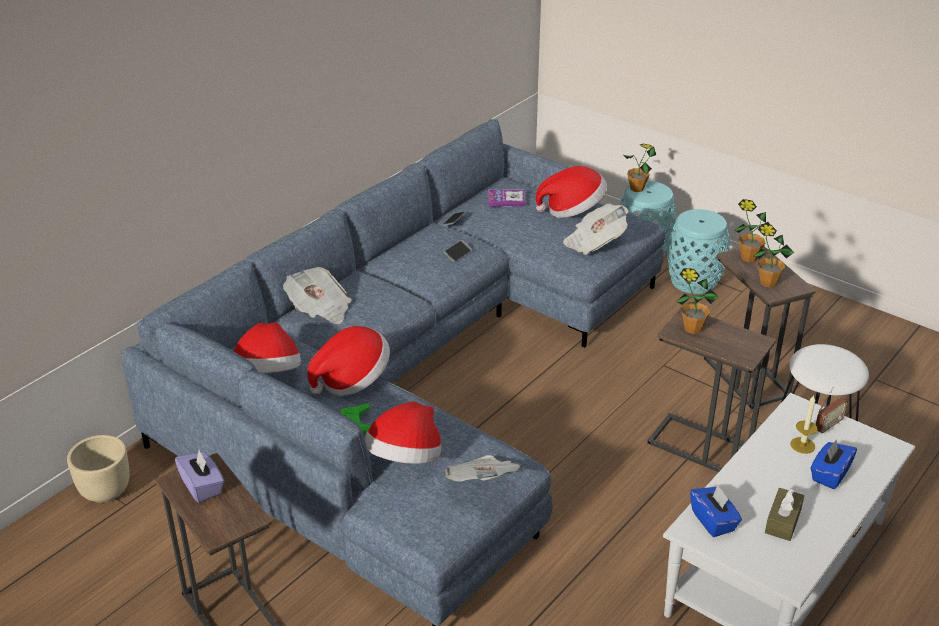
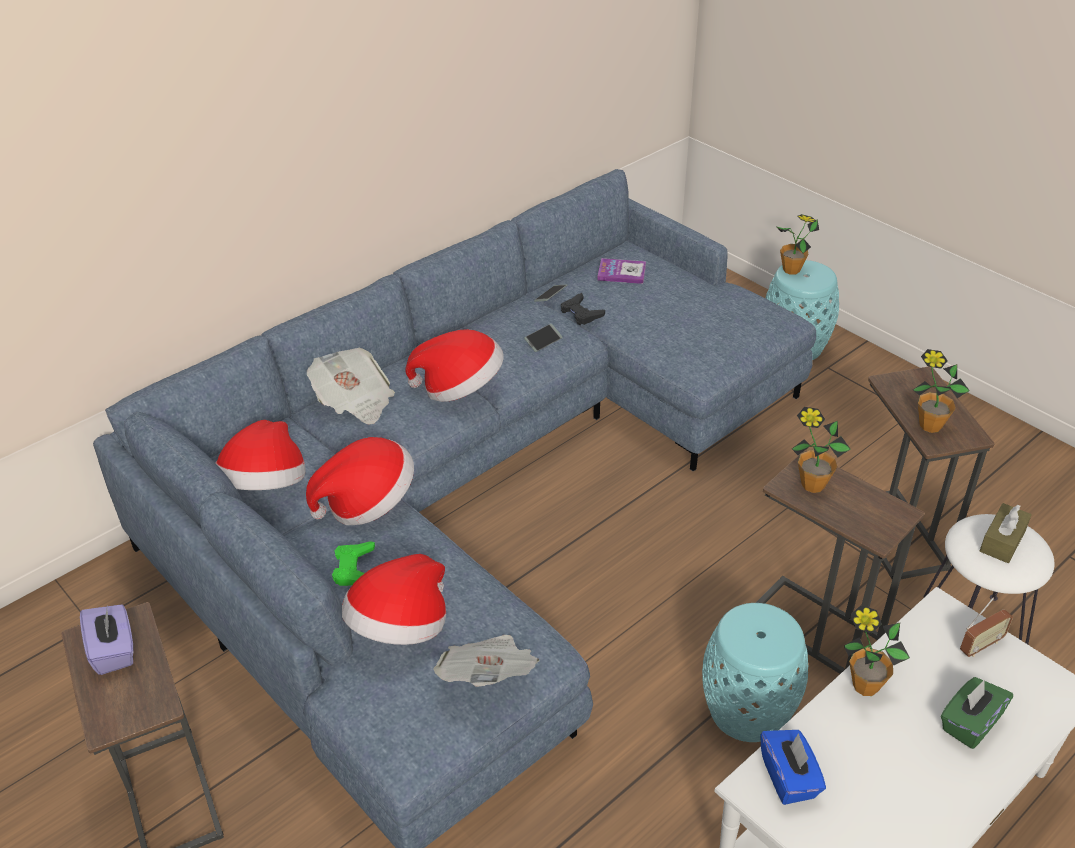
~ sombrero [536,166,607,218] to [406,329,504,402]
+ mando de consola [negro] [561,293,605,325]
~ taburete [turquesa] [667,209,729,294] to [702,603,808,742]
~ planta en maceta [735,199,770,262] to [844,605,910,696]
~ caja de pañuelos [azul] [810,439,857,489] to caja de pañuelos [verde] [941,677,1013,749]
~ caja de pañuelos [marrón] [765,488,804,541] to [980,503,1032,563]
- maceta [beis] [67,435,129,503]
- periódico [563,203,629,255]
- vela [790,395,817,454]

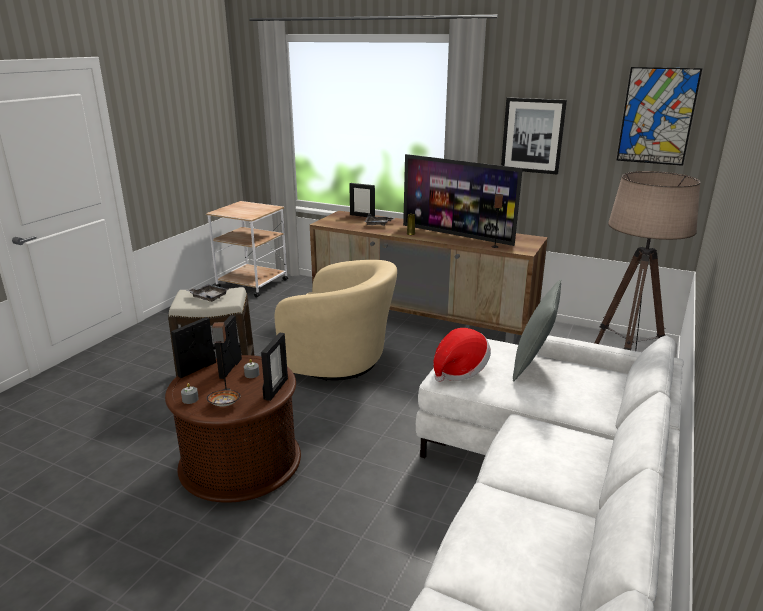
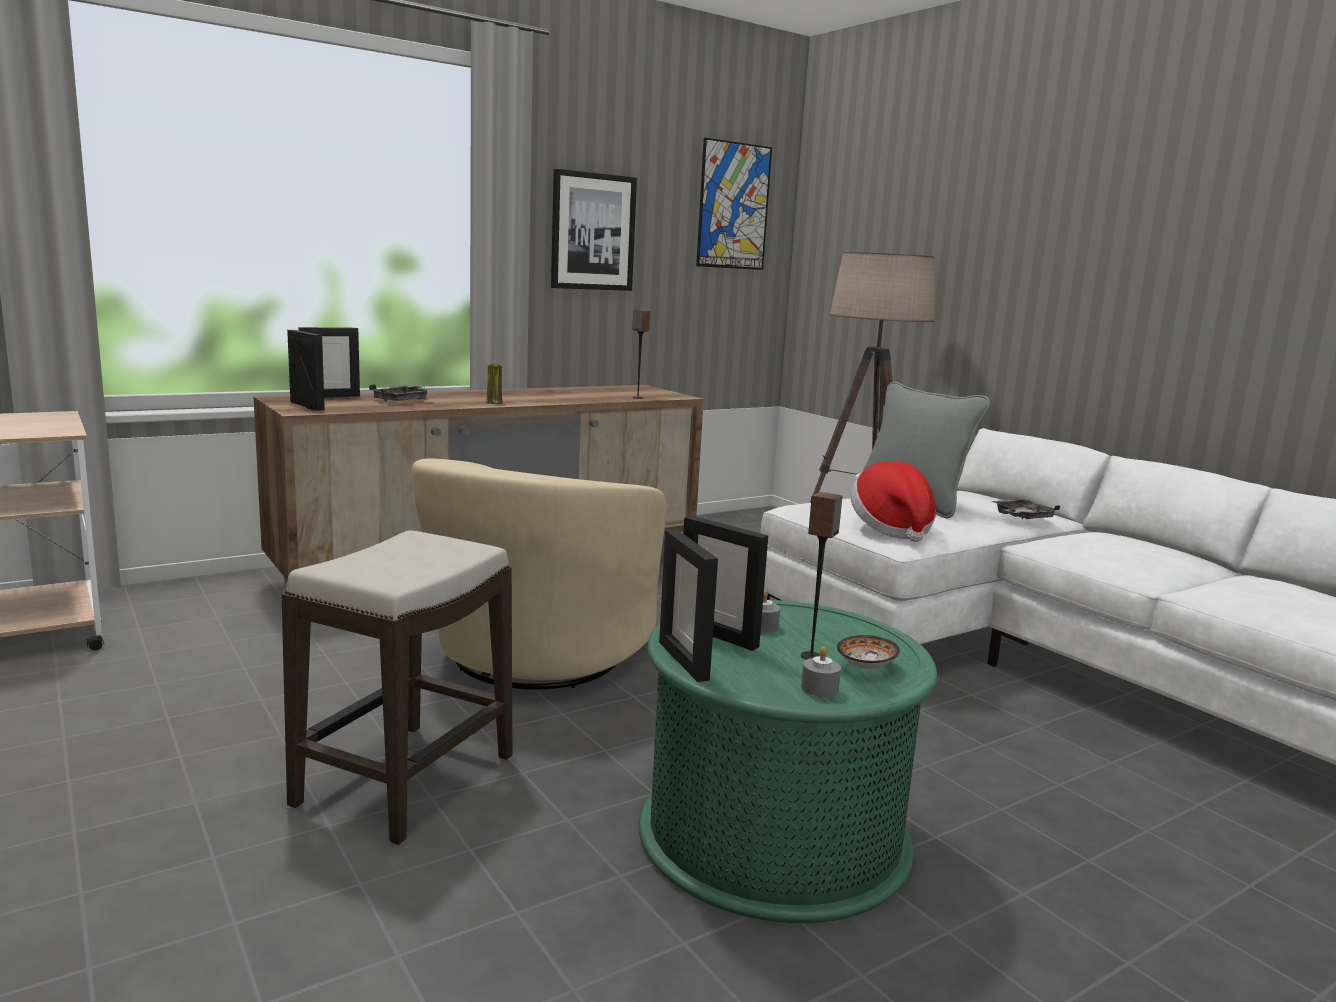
~ portarretratos [261,332,288,401] to [287,330,325,411]
~ sillón [beis] [275,260,397,381] = [412,458,666,689] 150 degrees clockwise
~ mesa de centro [marrón] [165,355,301,503] to mesa de centro [verde] [639,600,937,923]
~ bandeja [gris] [186,284,229,302] to [991,499,1060,519]
- televisor [403,154,523,246]

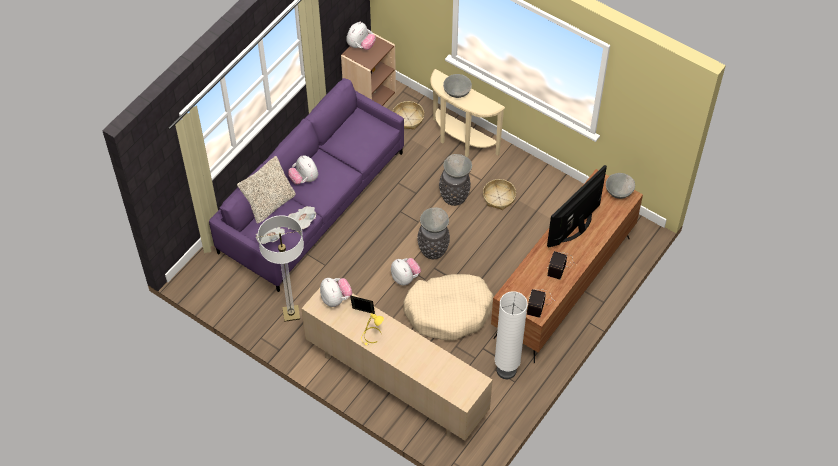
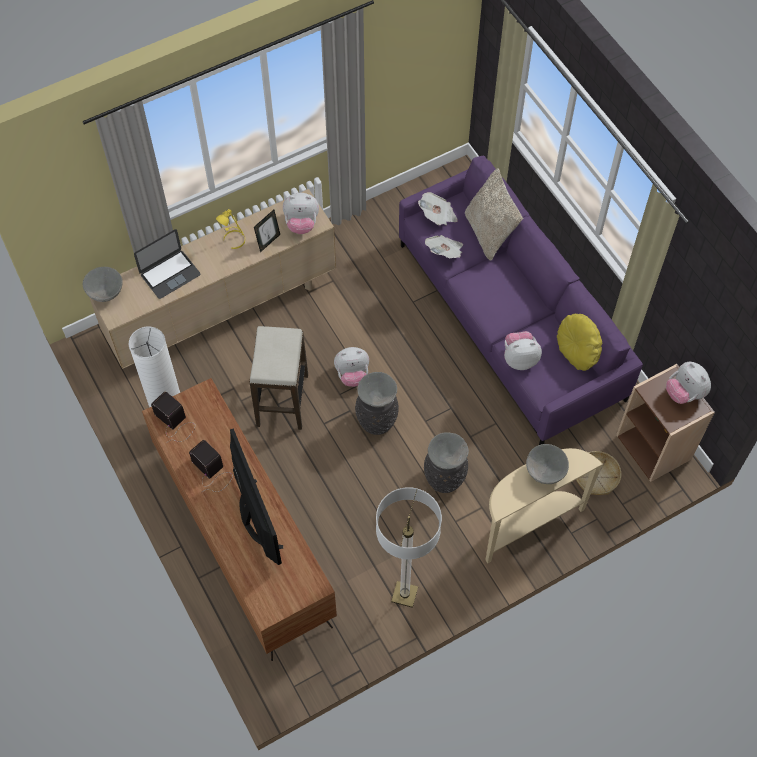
~ cuenco [gris] [606,173,635,199] to [83,267,123,302]
+ portátil [134,229,201,299]
~ cama para perro [beis] [403,274,494,340] to taburete [250,326,308,430]
~ lámpara de pie [258,215,304,322] to [376,487,442,608]
~ peluche [288,155,318,185] to [504,331,542,370]
+ cojín [amarillo] [557,314,602,371]
- cesta [483,179,516,210]

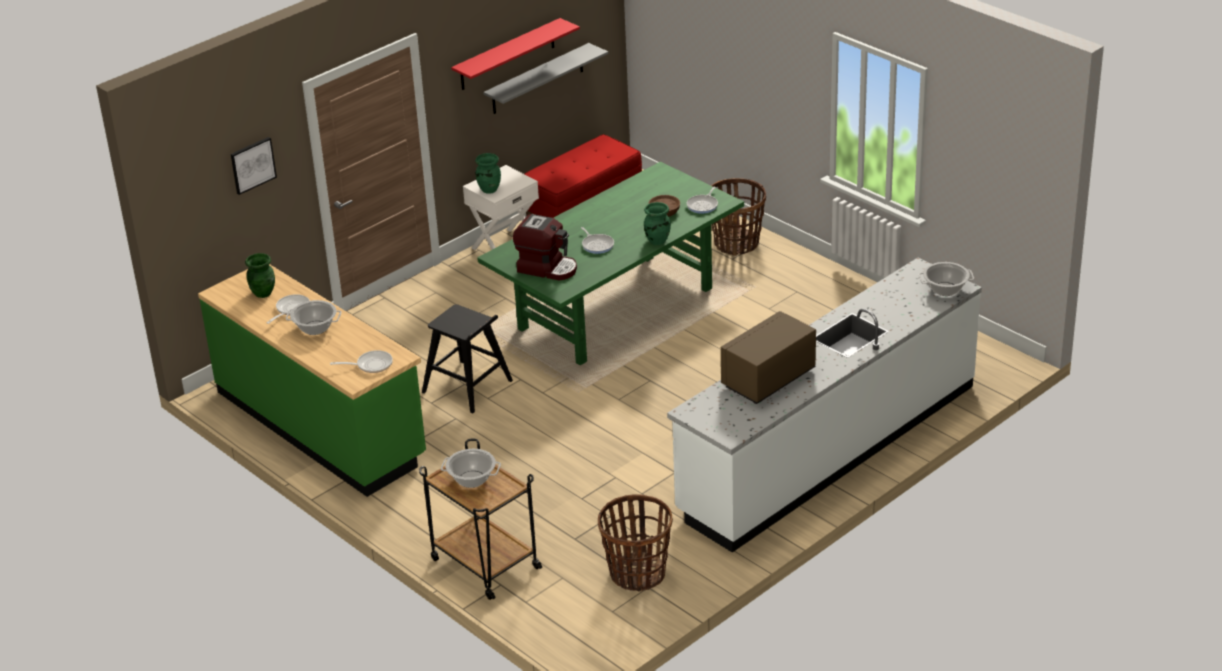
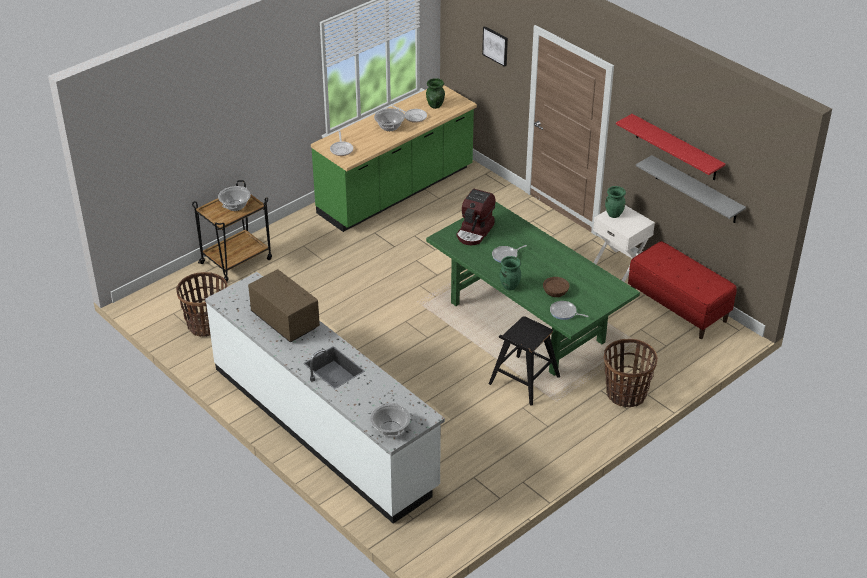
~ taburete [negro] [422,304,513,414] to [489,316,560,406]

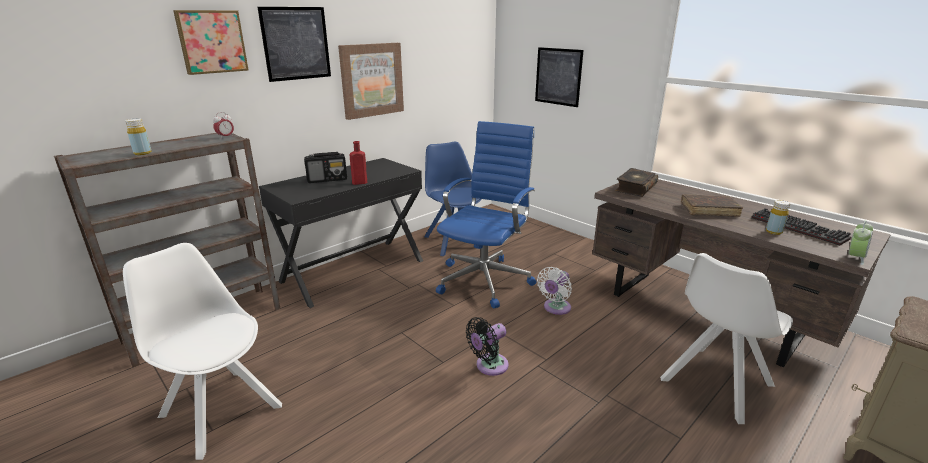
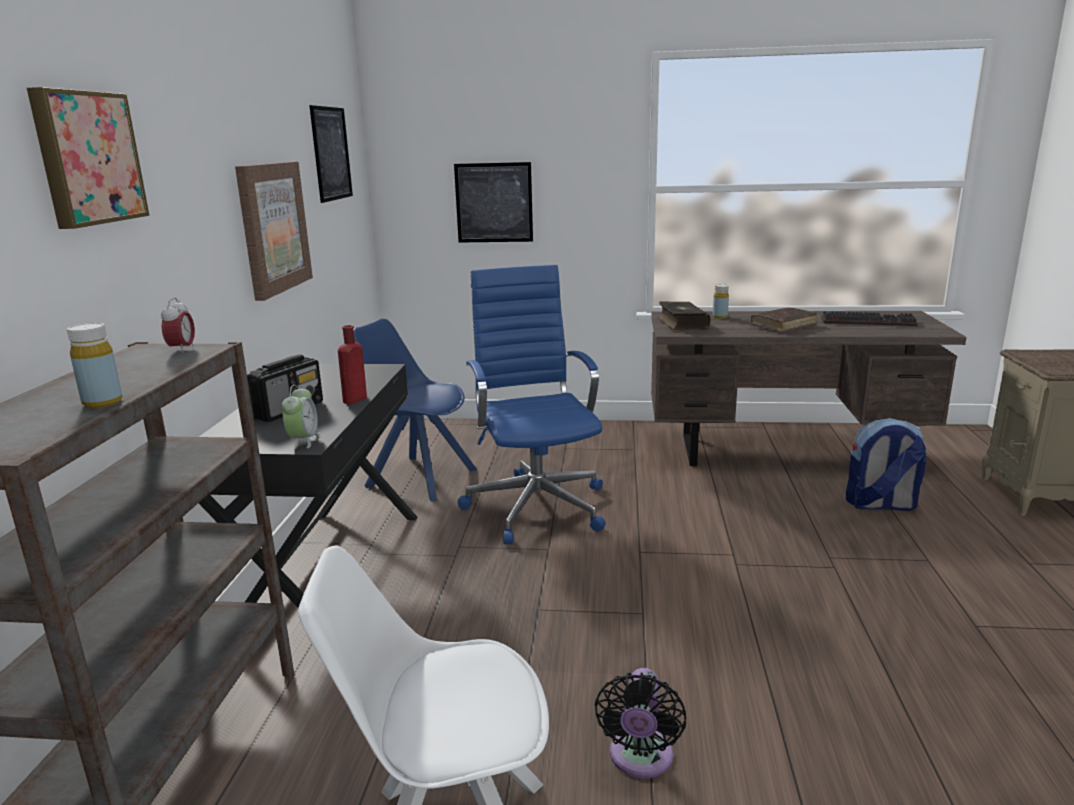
~ despertador [849,220,873,265] to [282,385,321,448]
~ cuadro [257,7,331,82] to [309,105,353,203]
~ ventilador [negro] [466,317,508,376] to [595,668,686,778]
~ botella [amarillo] [766,200,790,235] to [713,284,729,318]
~ silla [blanco] [660,253,793,424] to mochila [846,418,926,511]
- ventilador [blanco] [537,267,572,315]

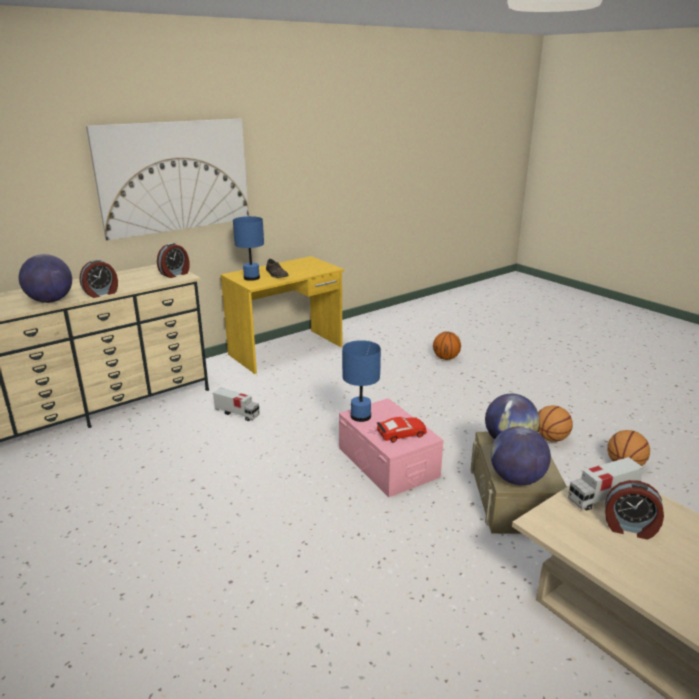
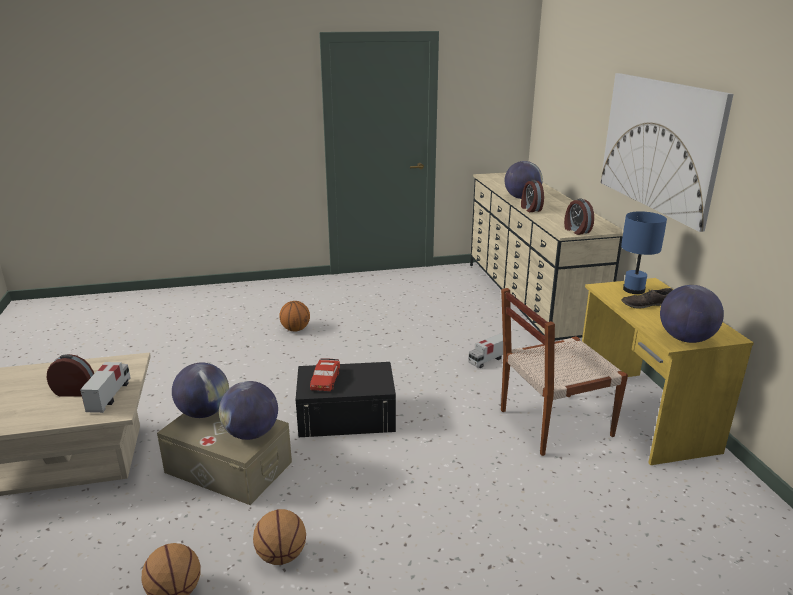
~ despertador [605,480,664,540] = [47,354,94,397] 45 degrees clockwise
~ balón de baloncesto [433,332,461,360] to [279,301,310,332]
~ caja de almacenaje [rosa] [339,398,444,497] to caja de almacenaje [negro] [296,362,396,437]
+ silla [501,288,628,456]
+ globo terráqueo [660,285,724,343]
- lámpara de mesa [azul] [342,340,381,422]

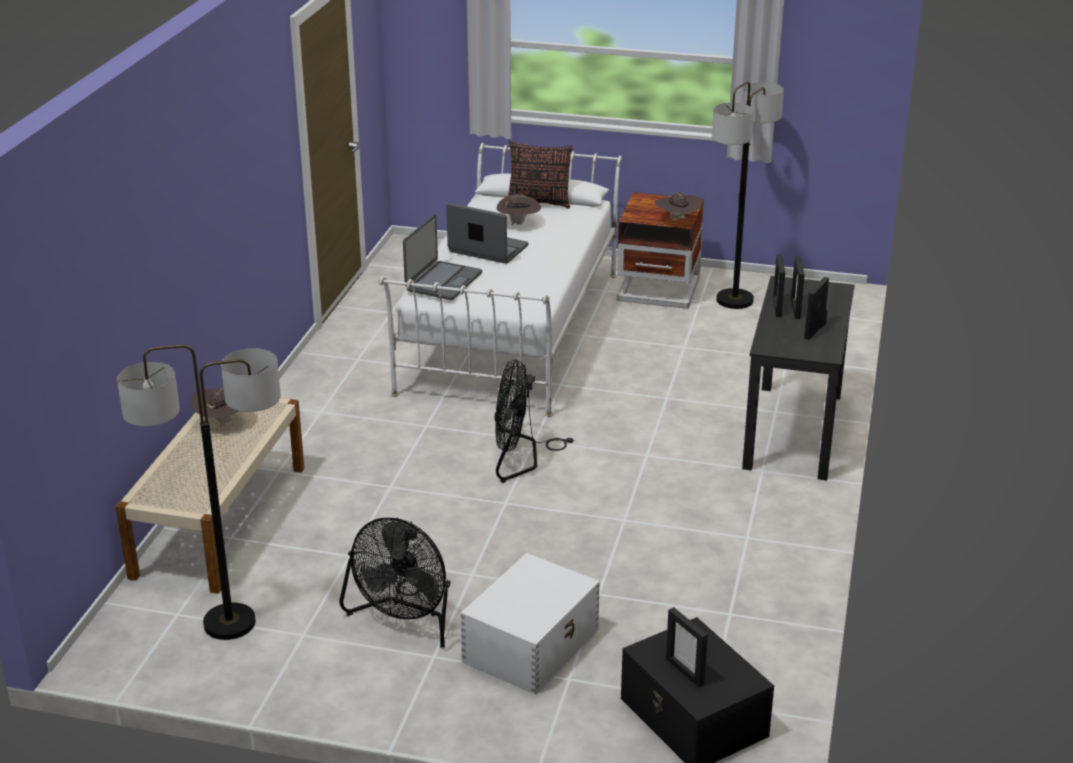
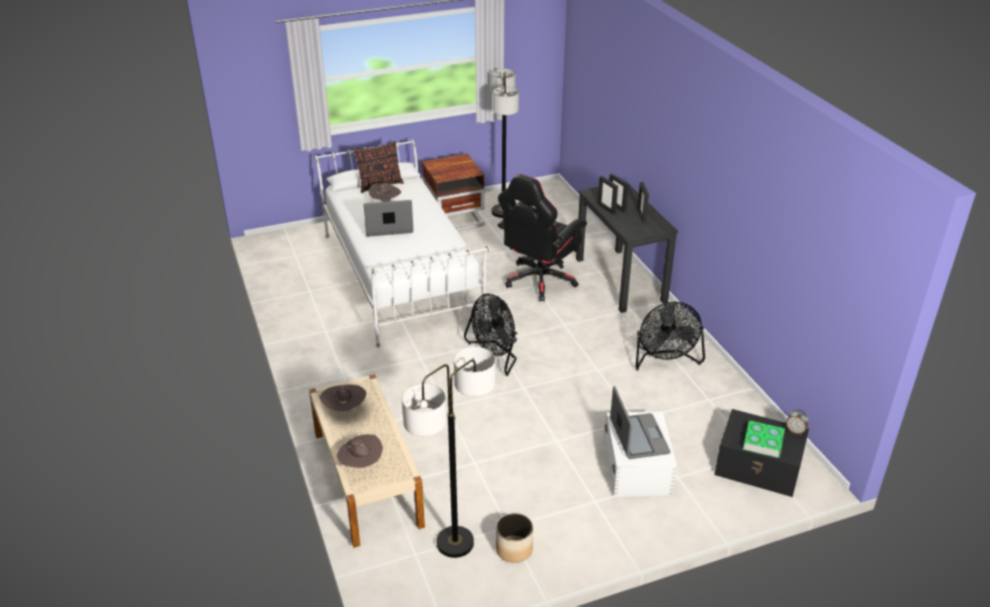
~ sombrero [marrón] [655,192,702,221] to [336,434,383,468]
+ maceta [496,513,533,563]
+ silla de oficina [negro] [498,174,587,301]
~ portátil [403,214,482,300] to [610,386,670,459]
~ ventilador [negro] [339,517,451,648] to [636,301,705,371]
~ portarretratos [666,607,708,687] to libro [743,420,785,458]
+ despertador [786,409,808,435]

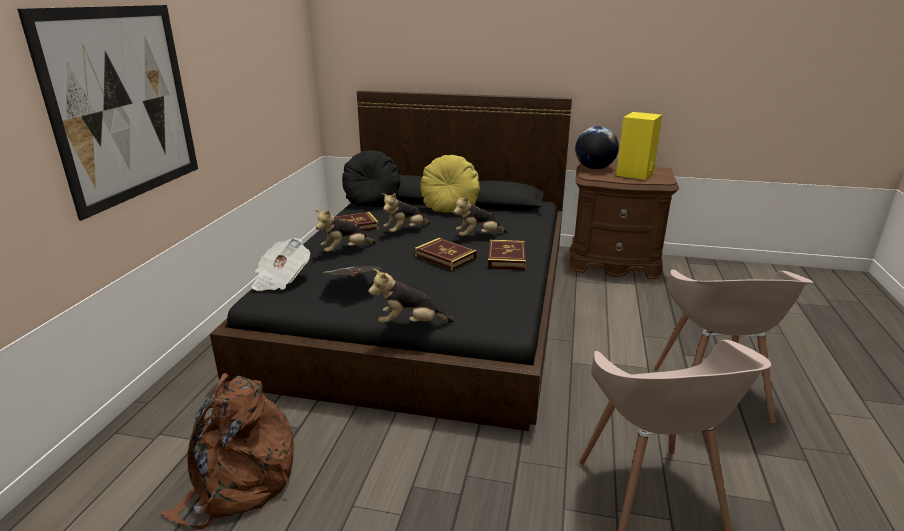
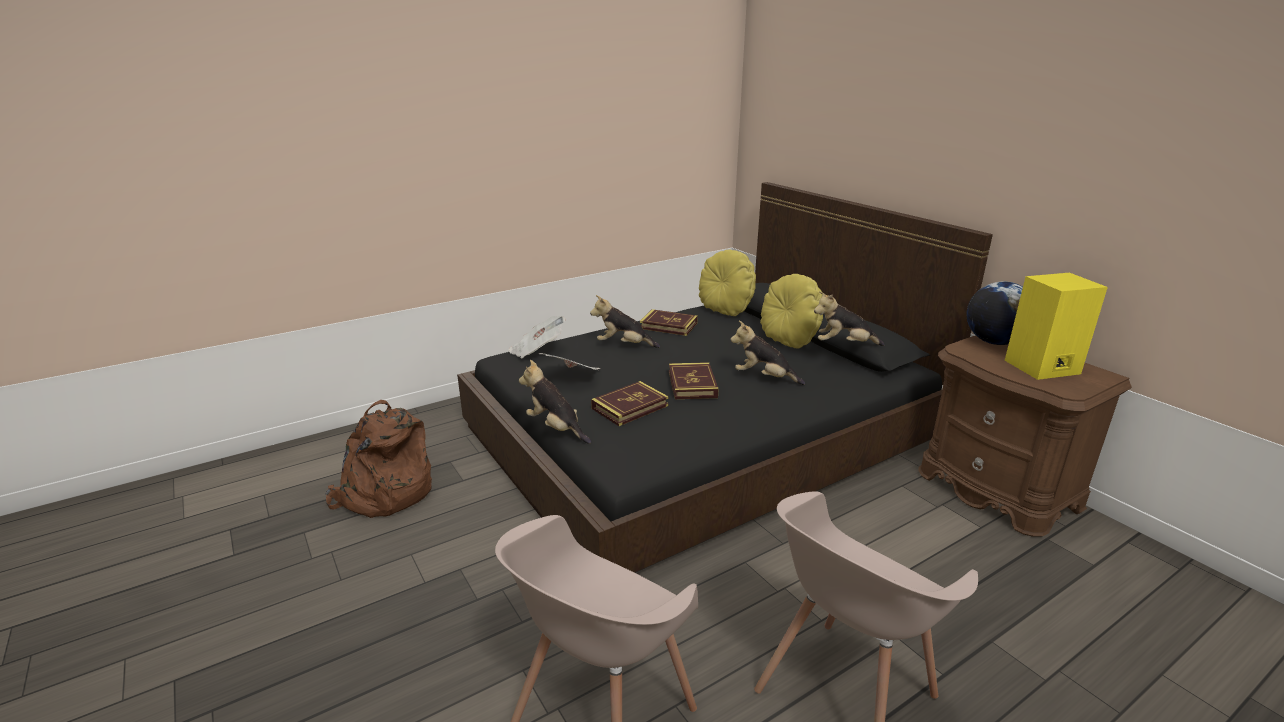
~ libro [488,240,526,270] to [591,381,669,426]
~ cojín [negro] [342,150,401,207] to cojín [amarillo] [699,250,756,316]
~ peluche [382,193,430,233] to [814,291,884,346]
- cuadro [17,5,198,221]

